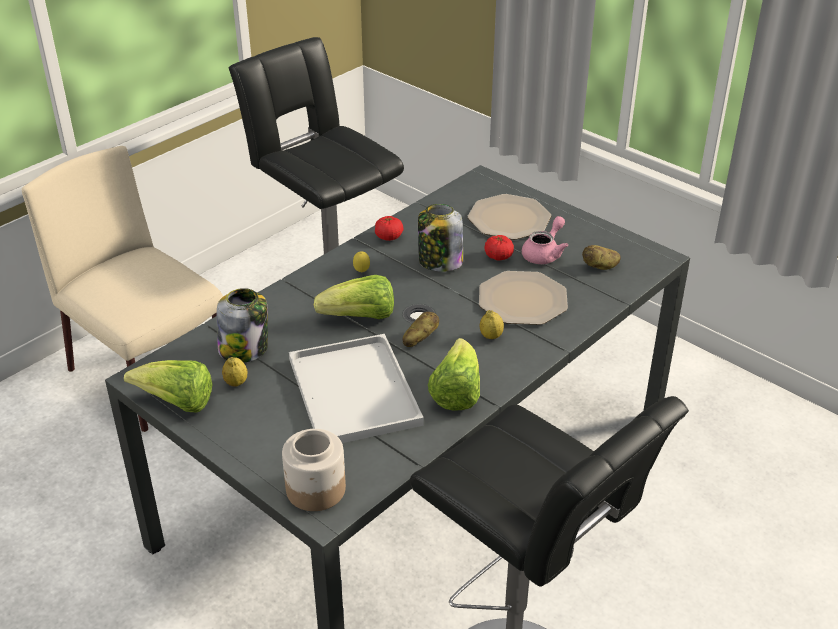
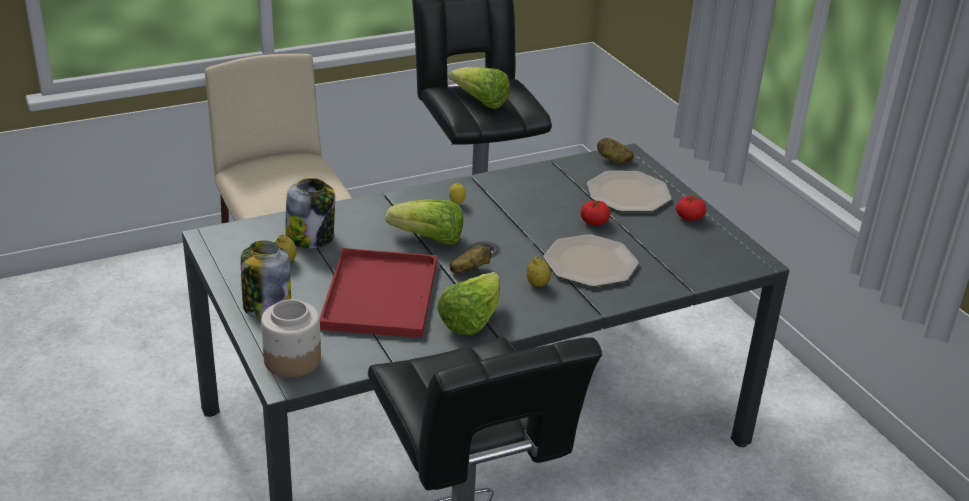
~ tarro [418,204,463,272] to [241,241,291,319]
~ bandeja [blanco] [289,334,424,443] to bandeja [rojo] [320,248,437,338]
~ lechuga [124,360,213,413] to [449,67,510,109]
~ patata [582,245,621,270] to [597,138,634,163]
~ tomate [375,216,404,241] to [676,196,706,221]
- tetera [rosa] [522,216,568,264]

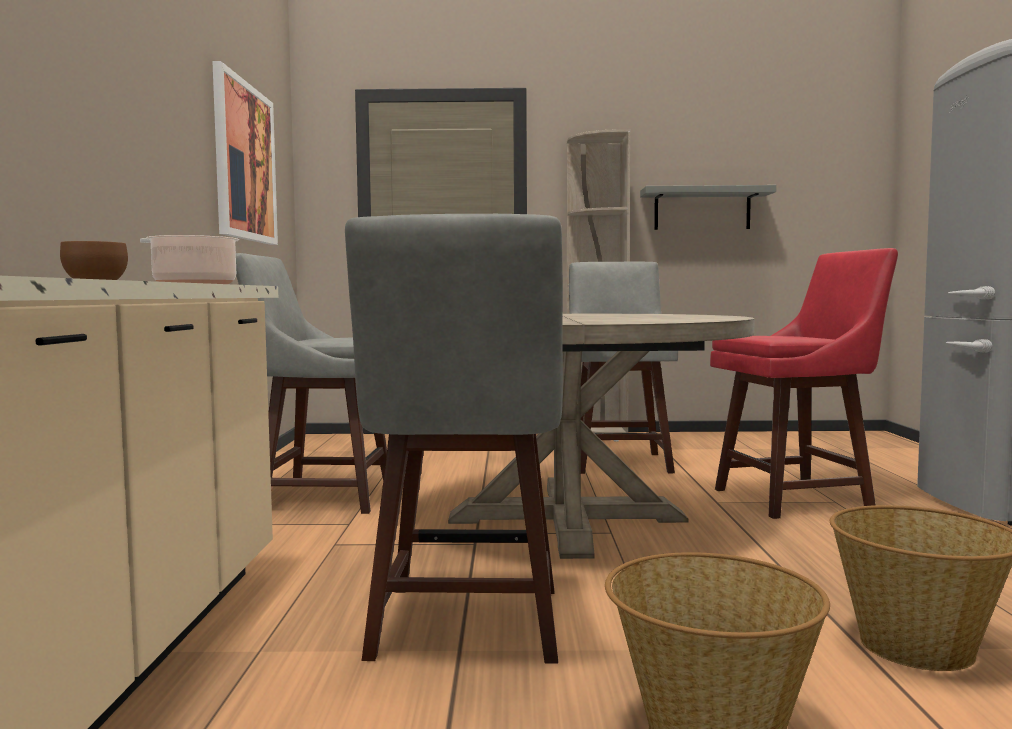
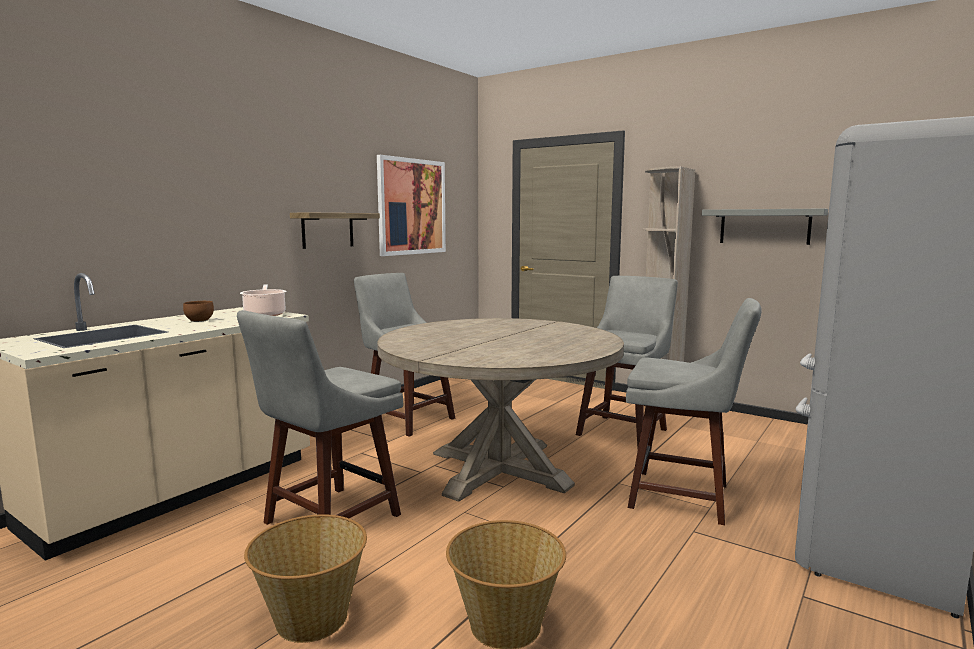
+ estante [290,213,380,249]
~ taburete [rojo] [710,248,898,519] to taburete [gris] [626,298,762,525]

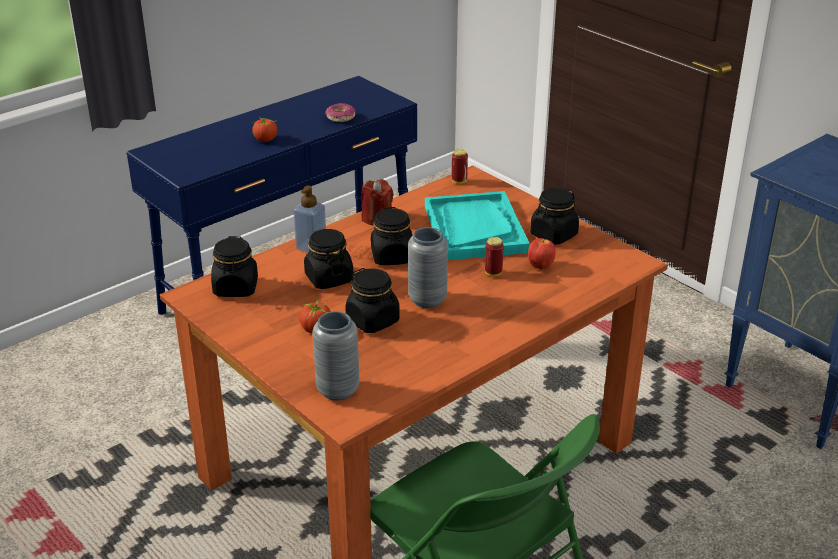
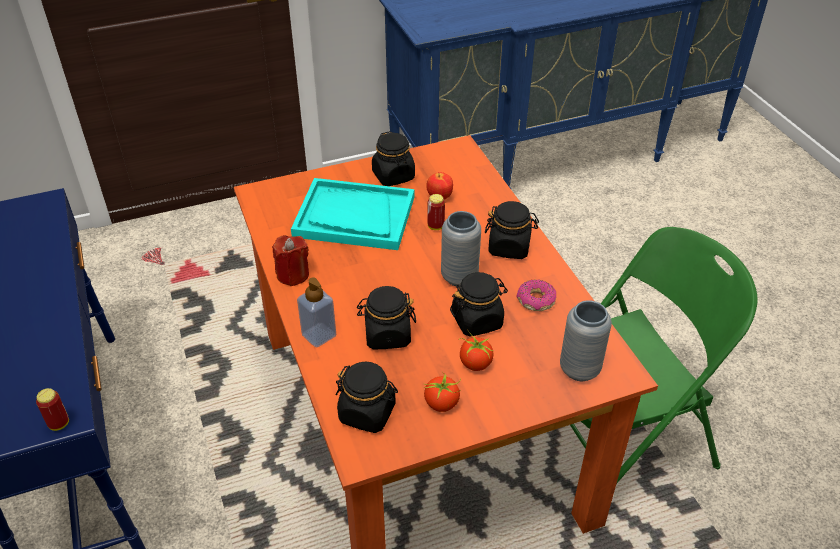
~ lata [452,149,468,184] to [36,388,69,431]
~ tomate [252,118,277,142] to [424,372,461,412]
~ tarro [negro] [371,207,413,265] to [485,201,539,259]
~ rosquilla [325,103,355,122] to [516,280,556,311]

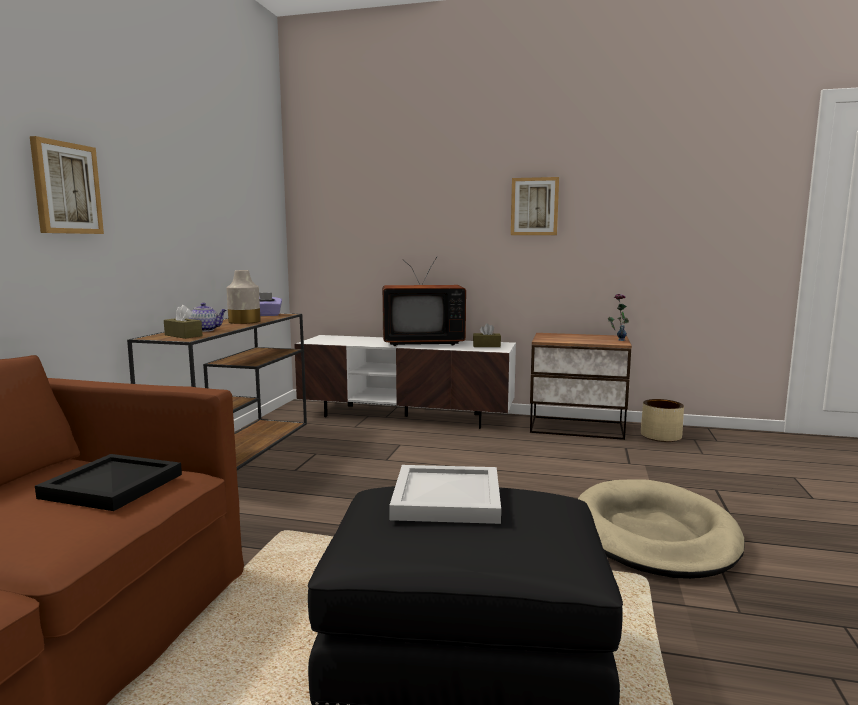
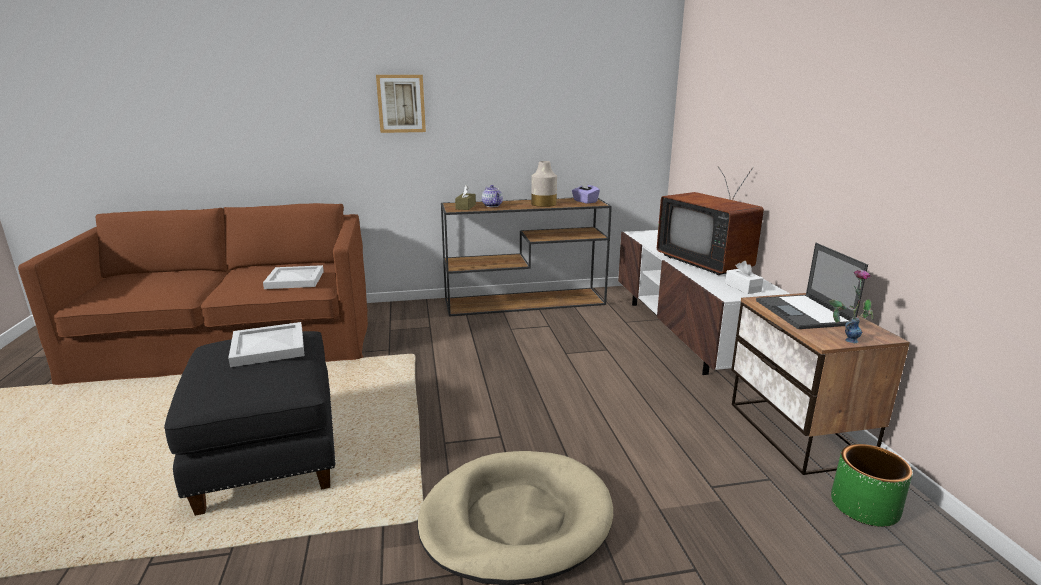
~ bandeja [negro] [35,454,182,511] to bandeja [blanco] [263,265,324,289]
~ caja de pañuelos [marrón] [473,323,501,347] to caja de pañuelos [blanco] [725,261,764,294]
+ portátil [756,243,868,329]
~ maceta [beis] [641,399,684,442] to maceta [verde] [831,444,913,527]
- cuadro [511,177,559,235]

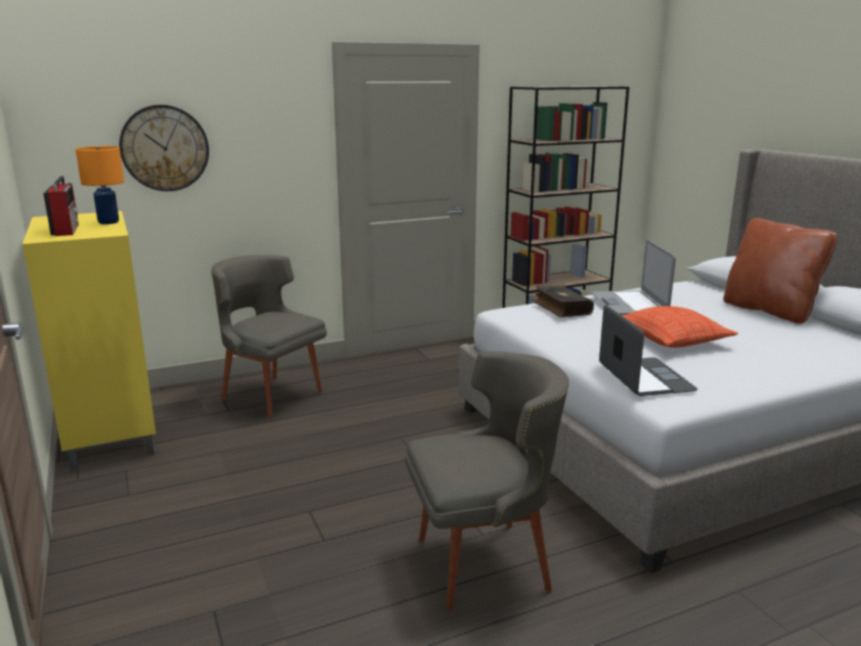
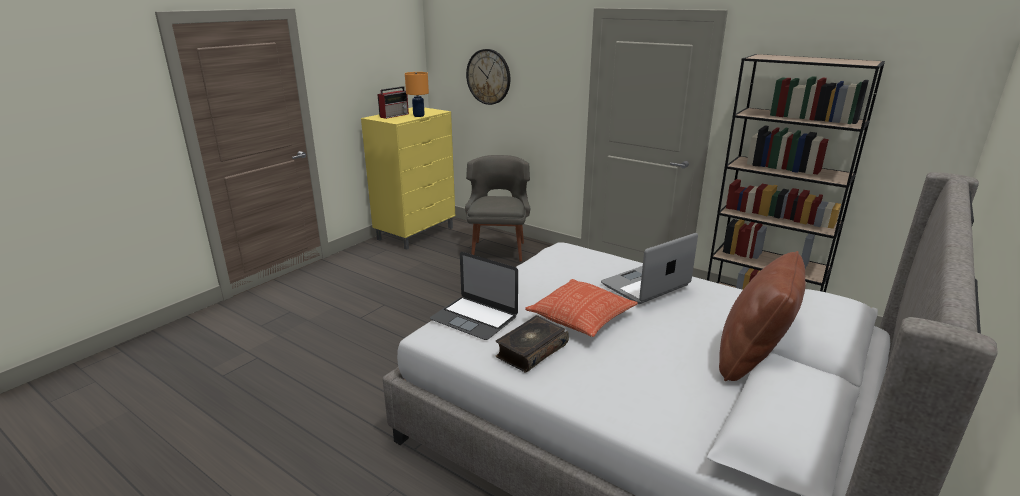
~ portátil [599,305,698,396] = [430,252,518,340] 75 degrees clockwise
~ libro [535,285,594,317] to [496,315,569,373]
- silla [gris] [405,351,569,611]

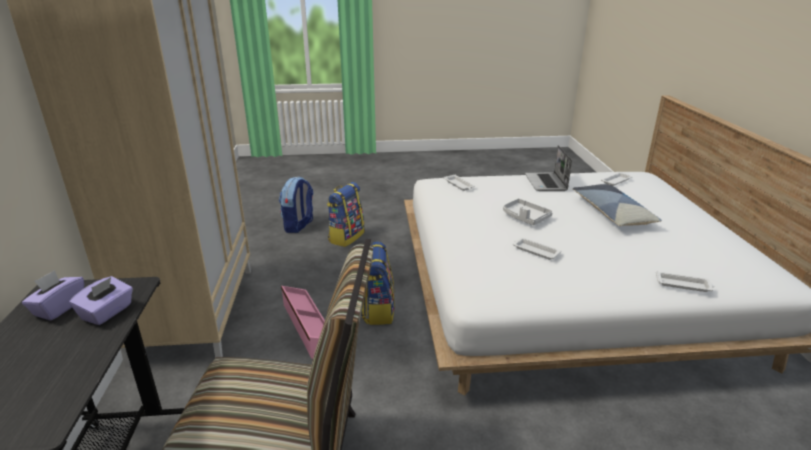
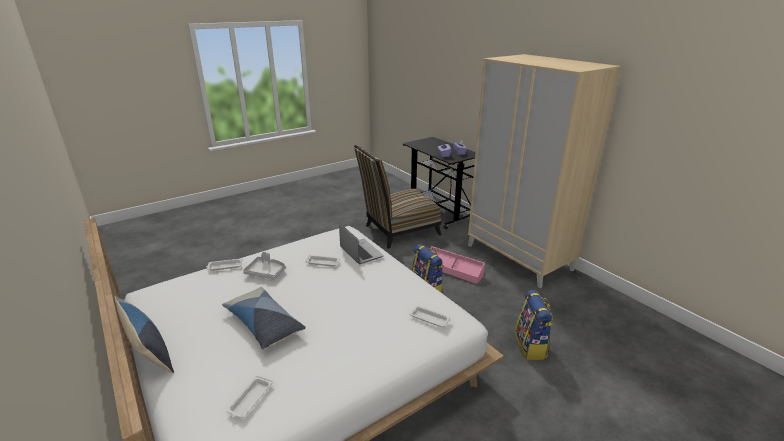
+ cojín [115,296,174,373]
~ bandeja [gris] [503,198,553,225] to [243,252,286,279]
~ portátil [525,145,572,191] to [339,223,384,264]
- mochila [279,176,313,233]

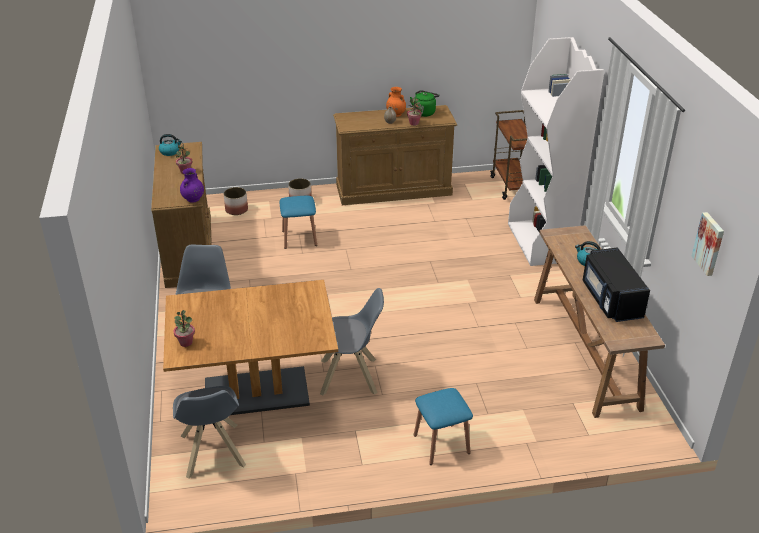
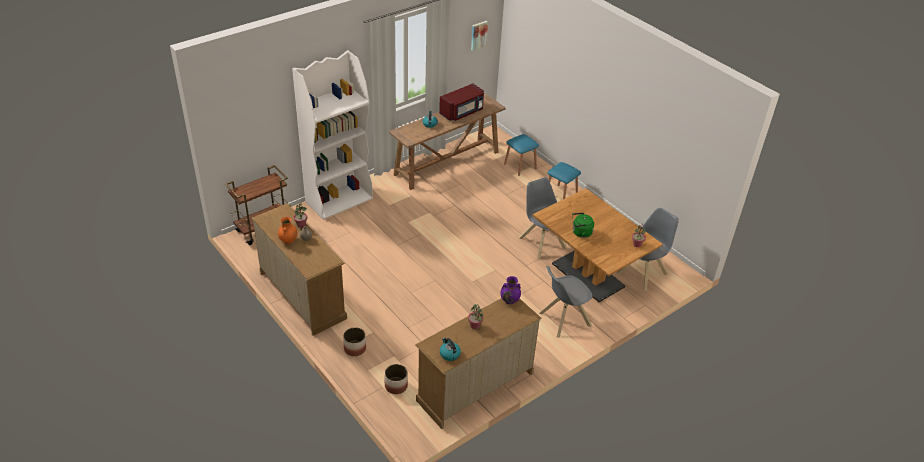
~ microondas [negro] [583,247,650,322] to microondas [rojo] [439,83,484,121]
~ taburete [azul] [280,196,317,249] to [504,134,539,176]
~ hervidor [verde] [410,90,439,117] to [572,212,594,238]

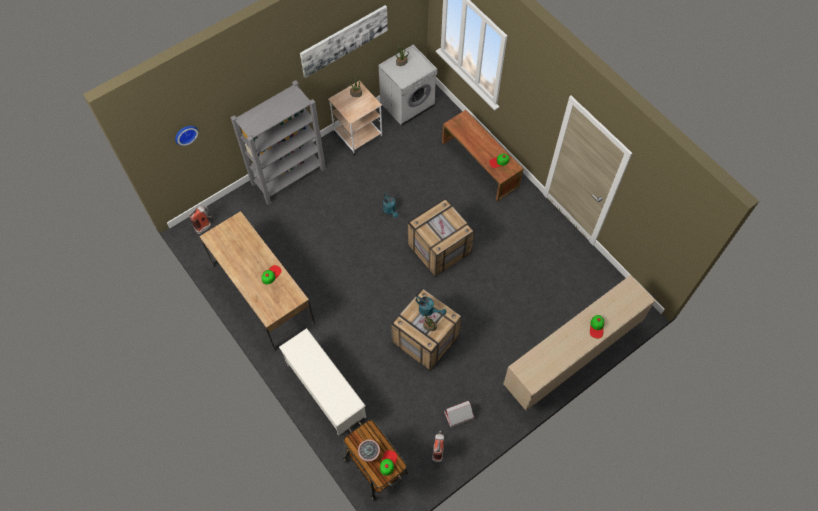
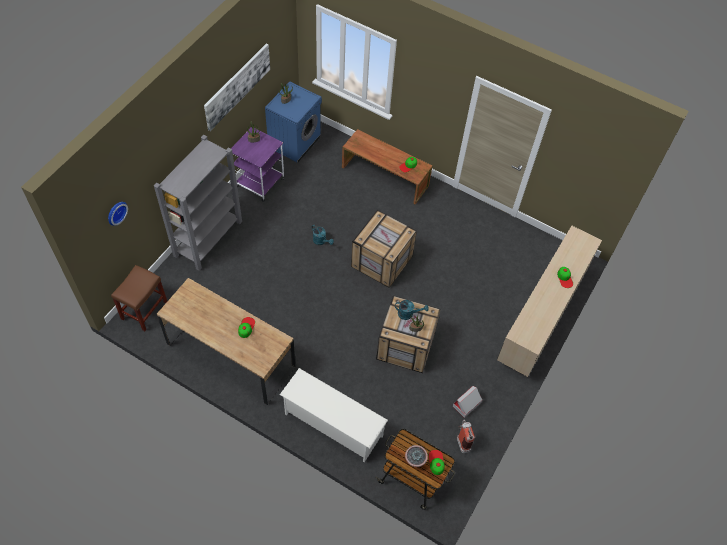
~ extintor [189,205,214,234] to taburete [marrón] [111,265,167,331]
~ carrito [beis] [328,81,383,155] to carrito [morado] [231,127,285,202]
~ lavadora [blanco] [379,45,437,126] to lavadora [azul] [265,81,322,163]

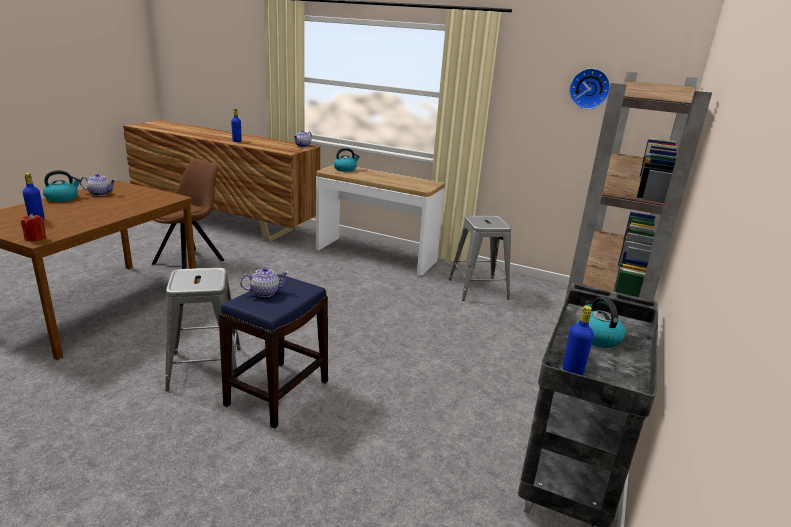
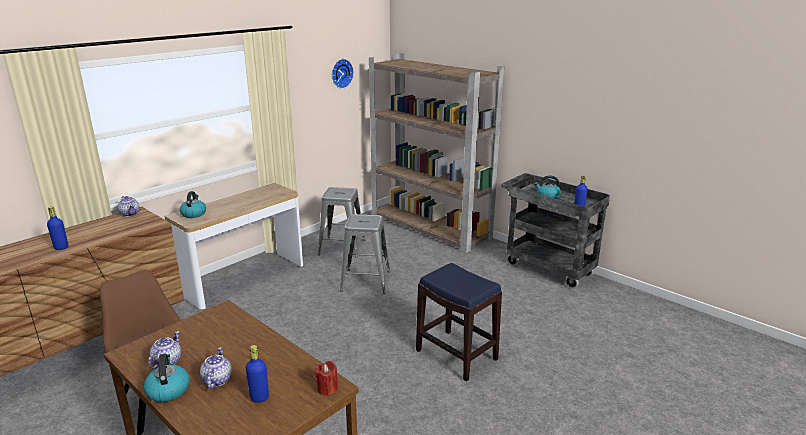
~ tetera [240,267,289,297] to [200,347,232,389]
~ taburete [gris] [165,268,241,391] to [340,214,390,294]

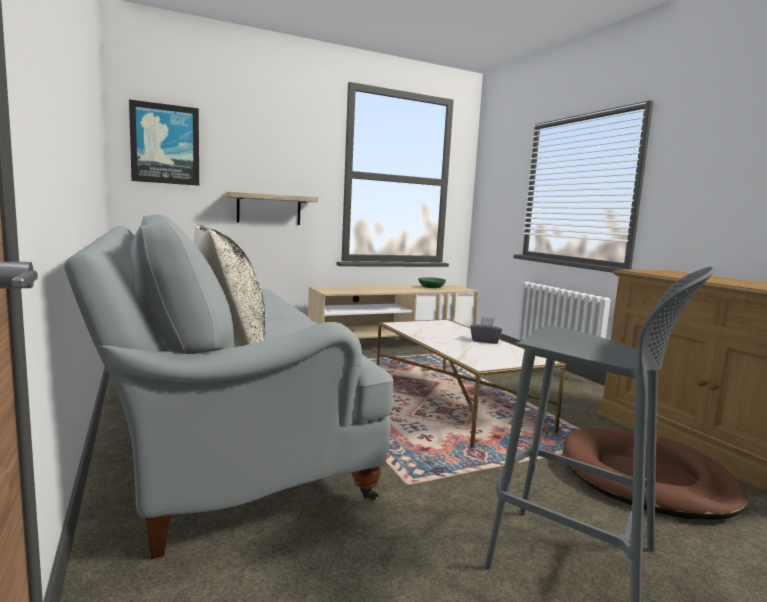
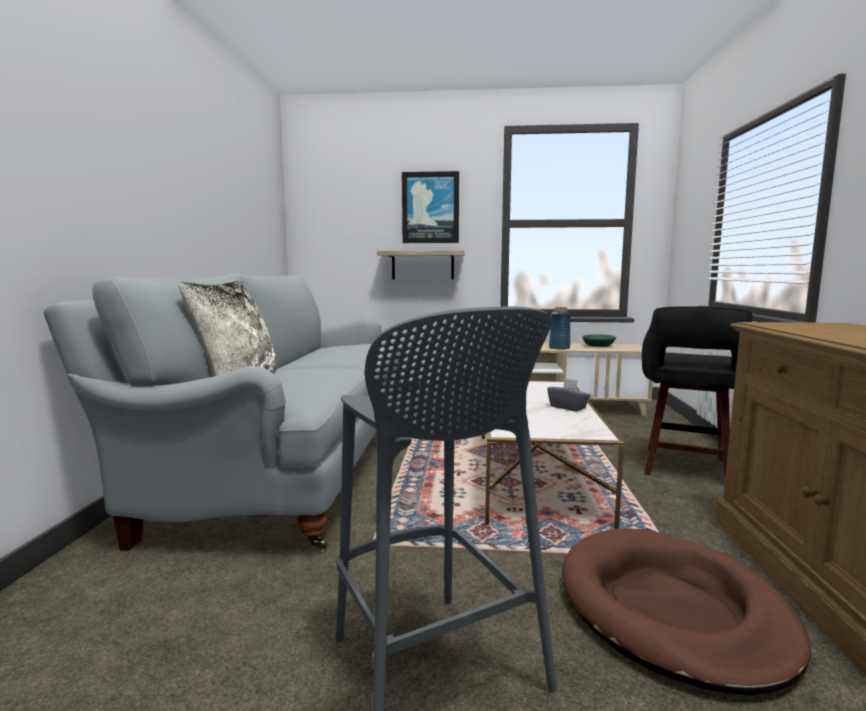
~ cuadro [129,99,199,186] to [402,171,459,243]
+ florero [azul] [549,307,571,349]
+ taburete [negro] [642,306,752,480]

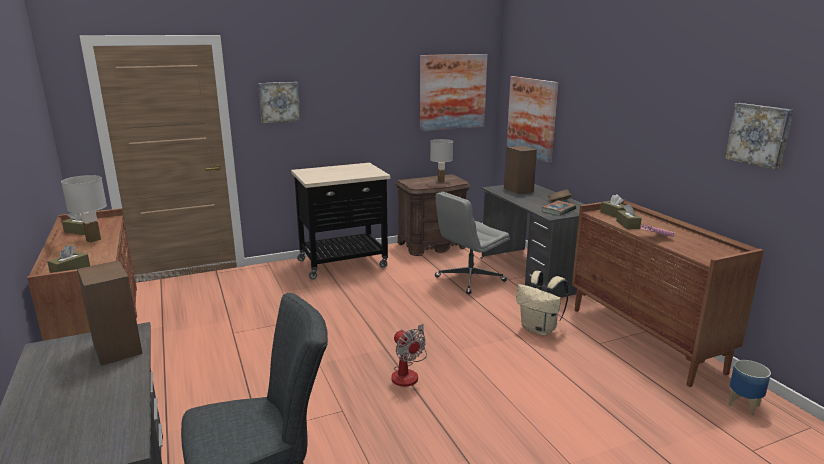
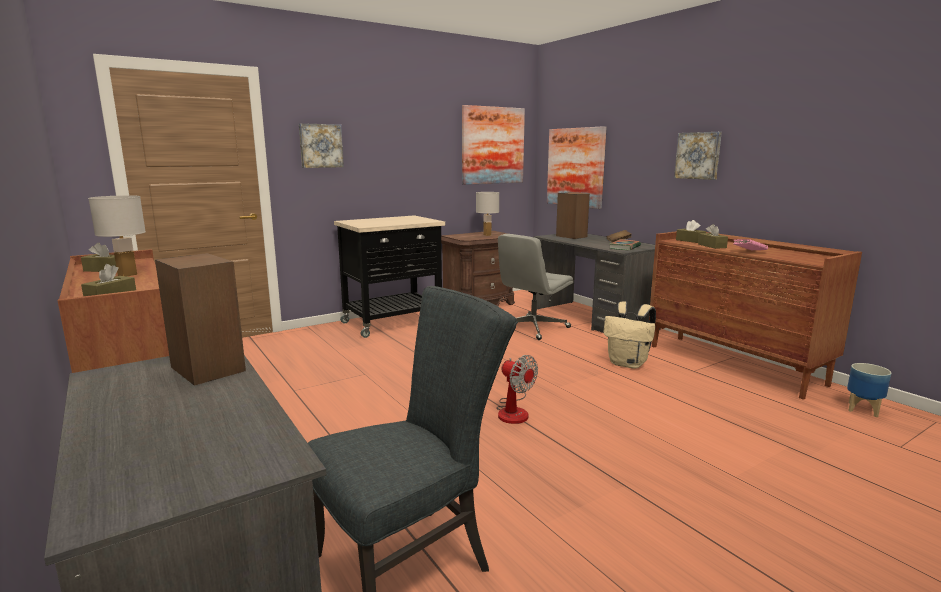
~ cuadro [725,103,794,170] to [674,132,722,180]

